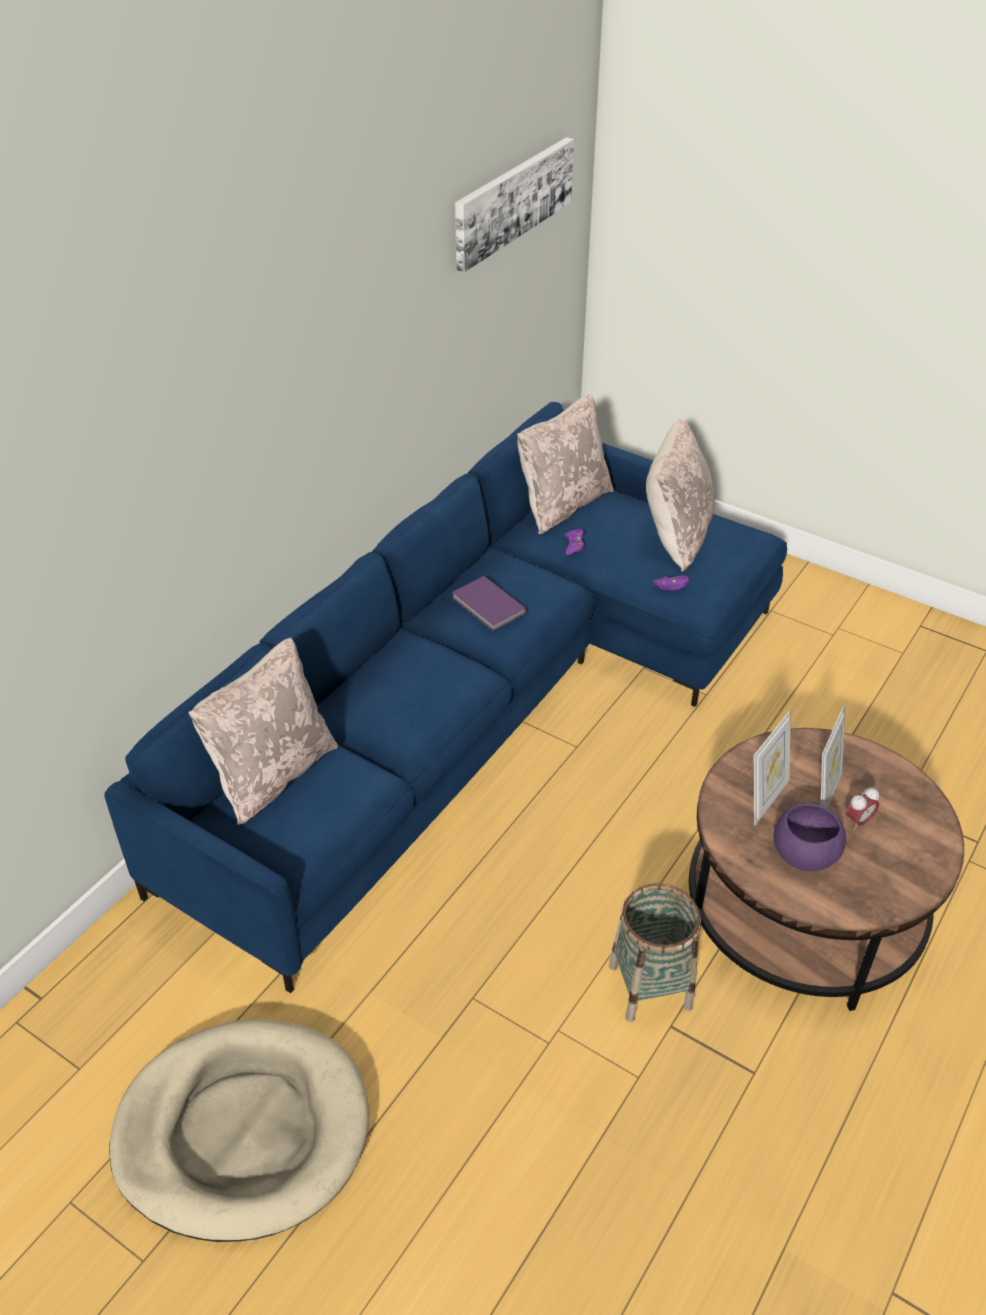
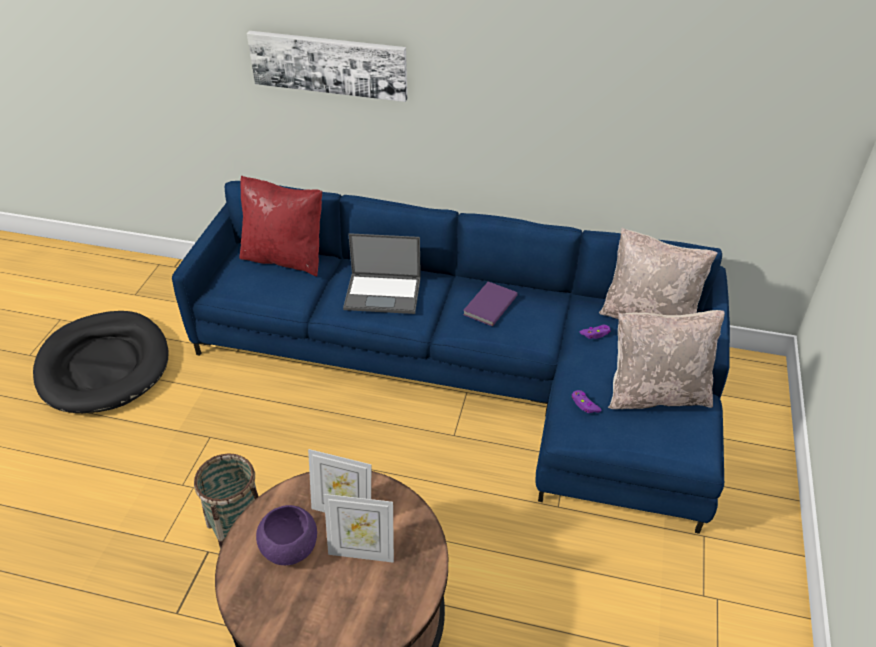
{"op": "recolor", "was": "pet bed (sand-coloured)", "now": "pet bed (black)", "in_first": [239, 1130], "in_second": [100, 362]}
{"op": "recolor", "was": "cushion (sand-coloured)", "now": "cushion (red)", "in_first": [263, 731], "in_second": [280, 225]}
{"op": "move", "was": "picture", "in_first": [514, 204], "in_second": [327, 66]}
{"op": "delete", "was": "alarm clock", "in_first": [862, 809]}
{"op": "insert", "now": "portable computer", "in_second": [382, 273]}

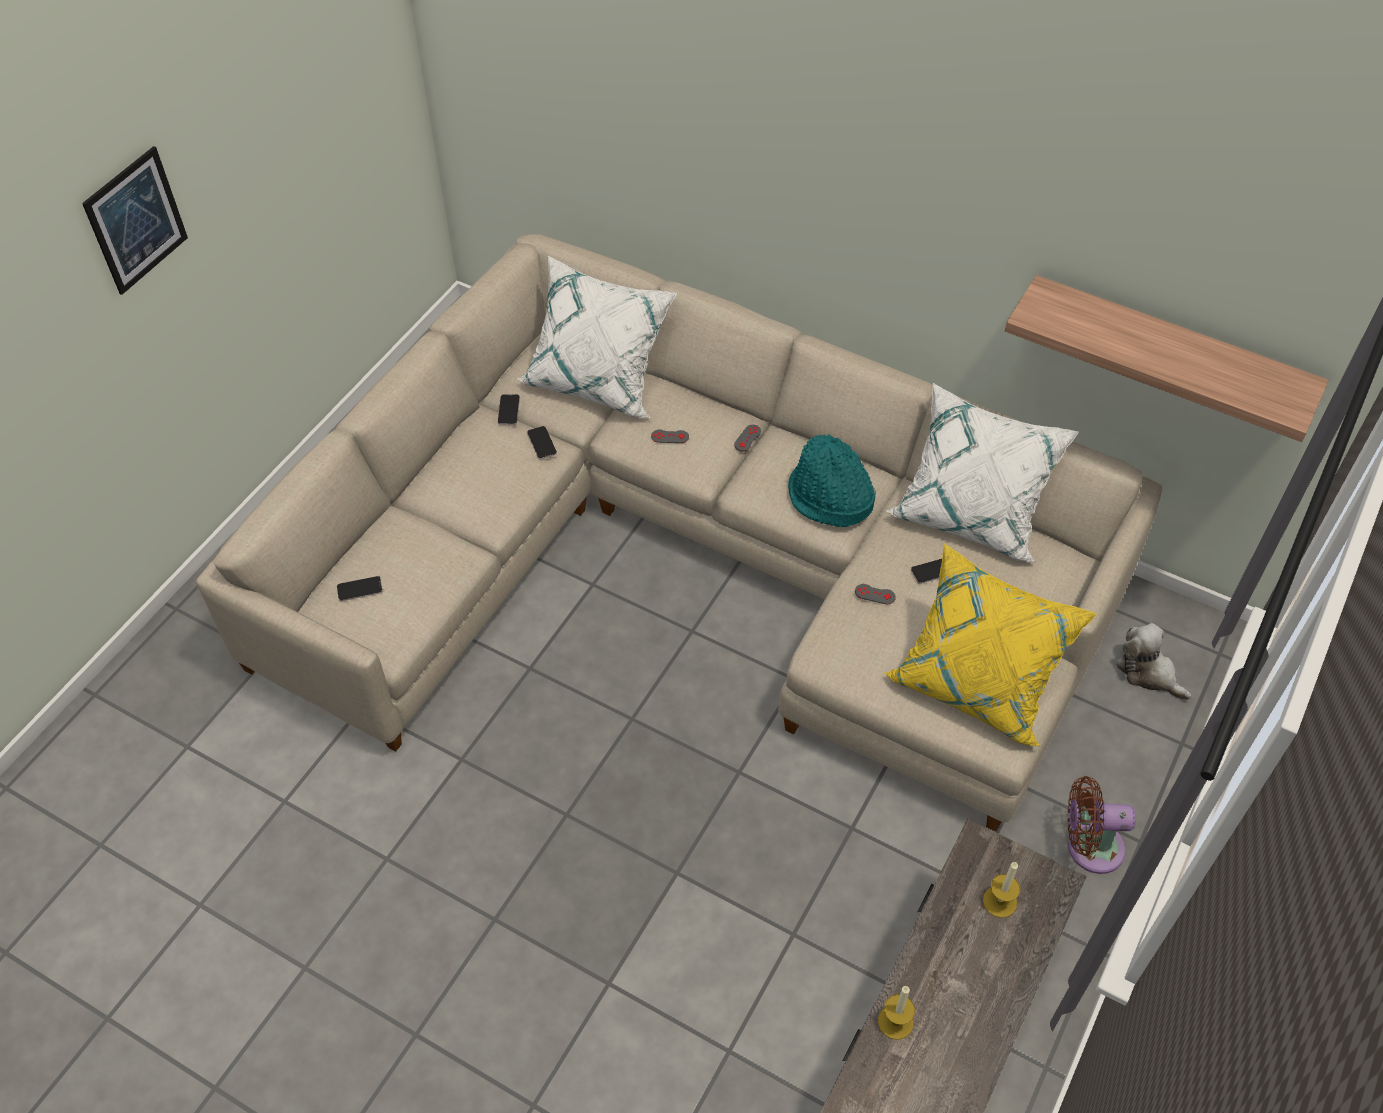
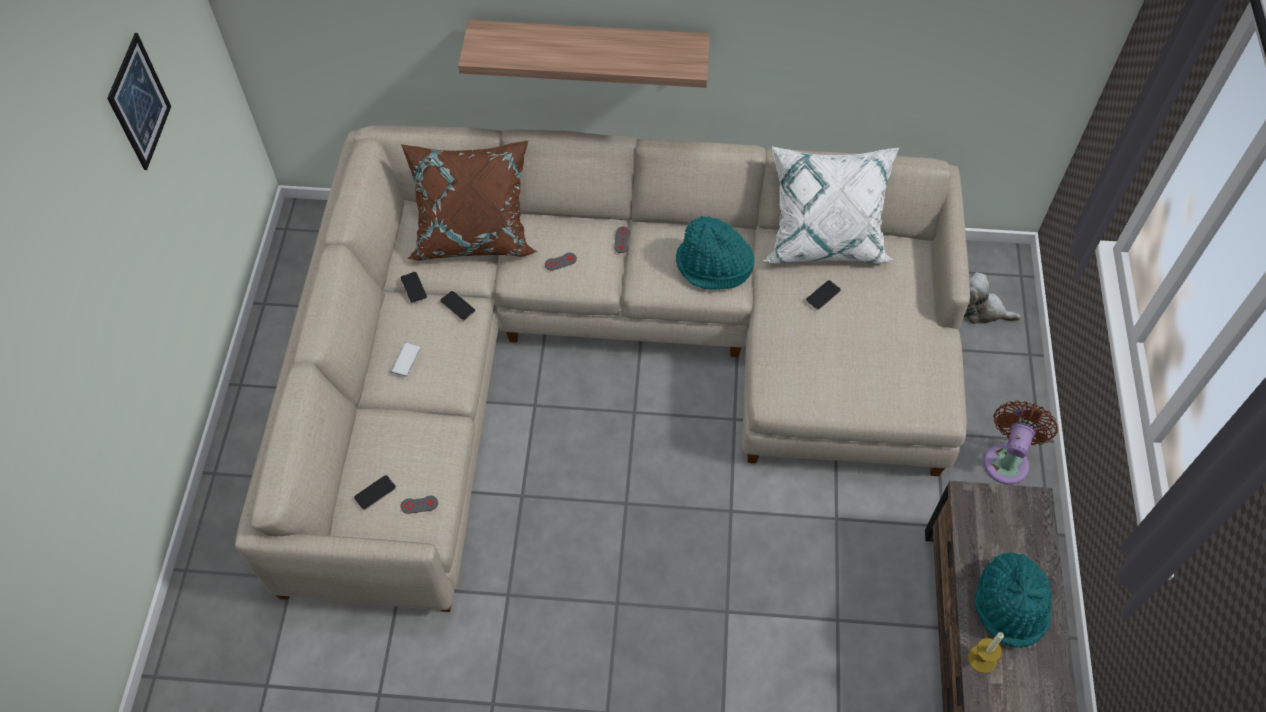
{"op": "move", "was": "picture", "in_first": [135, 220], "in_second": [139, 101]}
{"op": "recolor", "was": "cushion (white)", "now": "cushion (brownish)", "in_first": [597, 337], "in_second": [469, 201]}
{"op": "move", "was": "game controller (greyish)", "in_first": [875, 594], "in_second": [419, 505]}
{"op": "delete", "was": "cushion (yellow)", "in_first": [991, 645]}
{"op": "delete", "was": "candle", "in_first": [1001, 890]}
{"op": "move", "was": "wall shelf", "in_first": [1167, 358], "in_second": [584, 54]}
{"op": "rotate", "was": "cooling fan (brownish)", "in_first": [1102, 825], "in_second": [1020, 443], "clockwise": 135}
{"op": "insert", "now": "telephone", "in_second": [405, 359]}
{"op": "insert", "now": "wearable hat (turquoise)", "in_second": [1013, 600]}

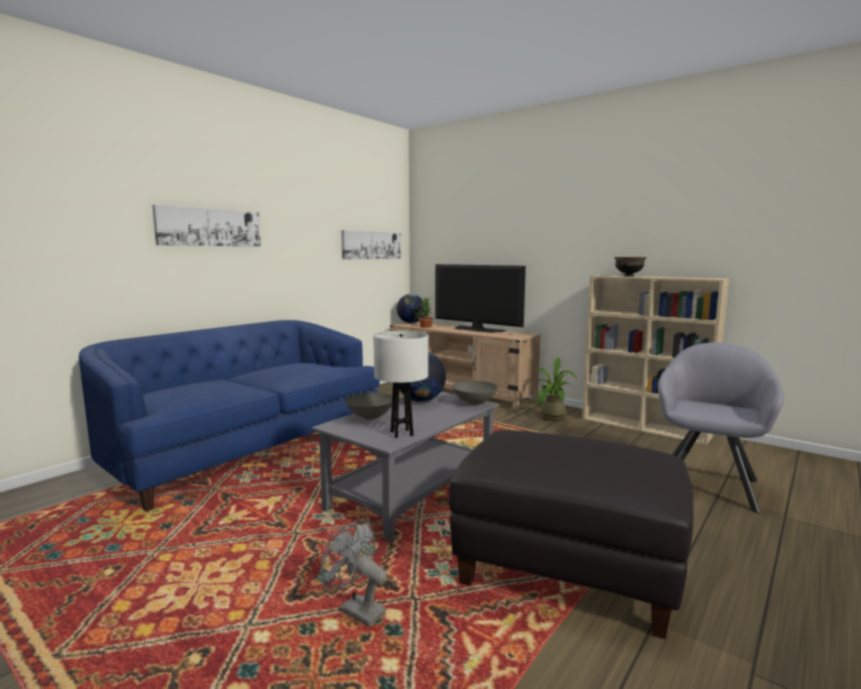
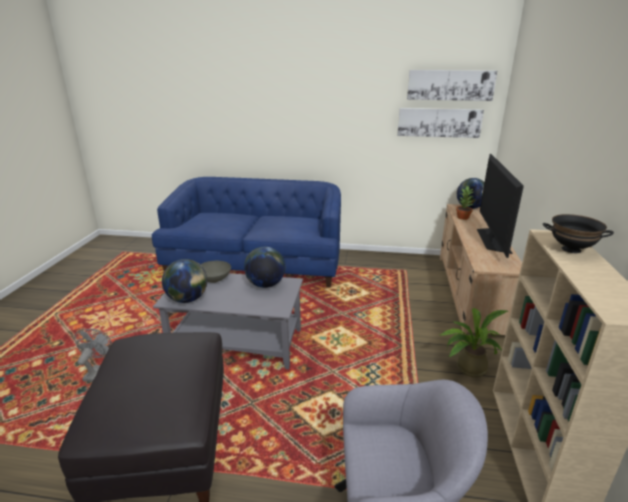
{"op": "move", "was": "picture", "in_first": [206, 225], "in_second": [452, 85]}
{"op": "replace", "was": "table lamp (white)", "now": "world globe", "in_first": [400, 384], "in_second": [184, 281]}
{"op": "delete", "was": "bowl (greyish)", "in_first": [475, 393]}

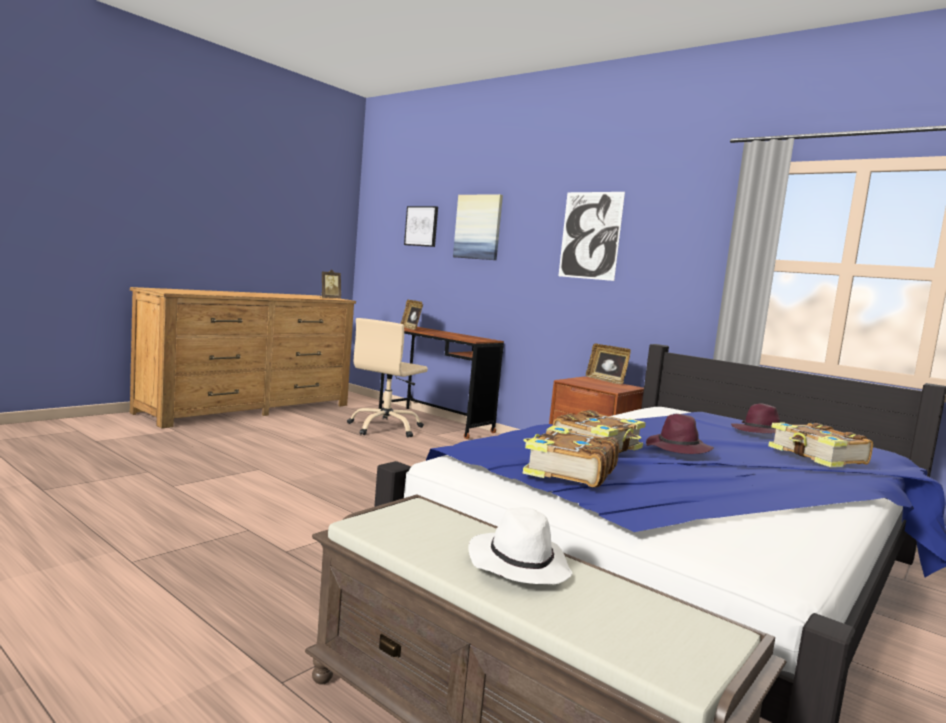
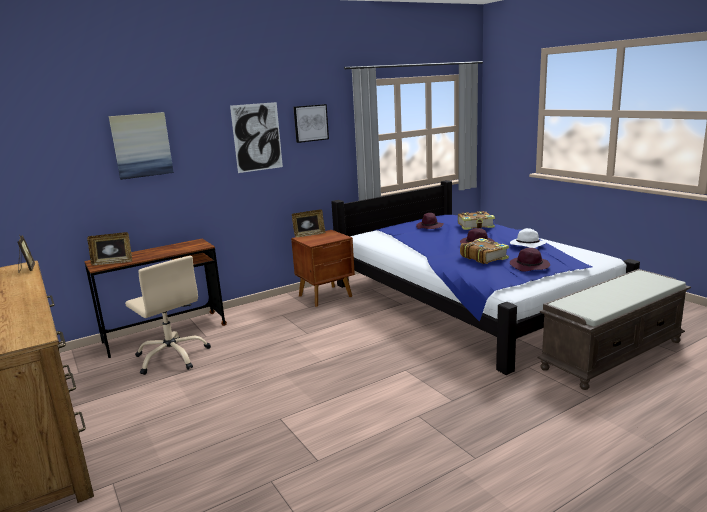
{"op": "move", "was": "picture", "in_first": [421, 226], "in_second": [311, 123]}
{"op": "move", "was": "wearable hat (white)", "in_first": [520, 545], "in_second": [528, 238]}
{"op": "replace", "was": "volume", "now": "wearable hat (purple)", "in_first": [571, 456], "in_second": [530, 259]}

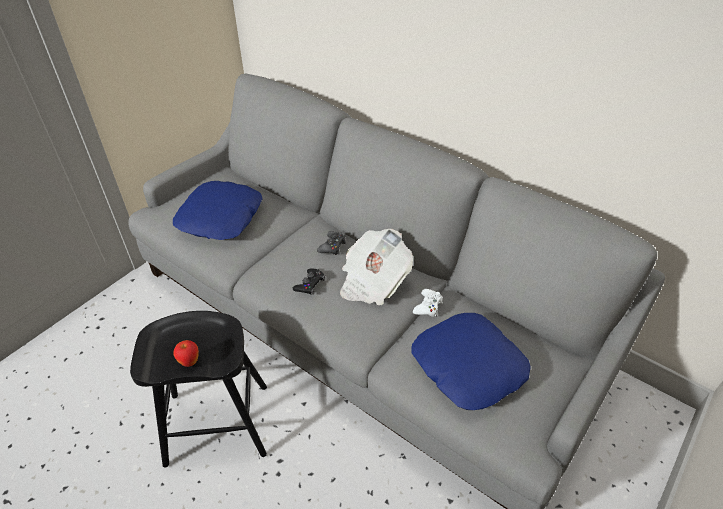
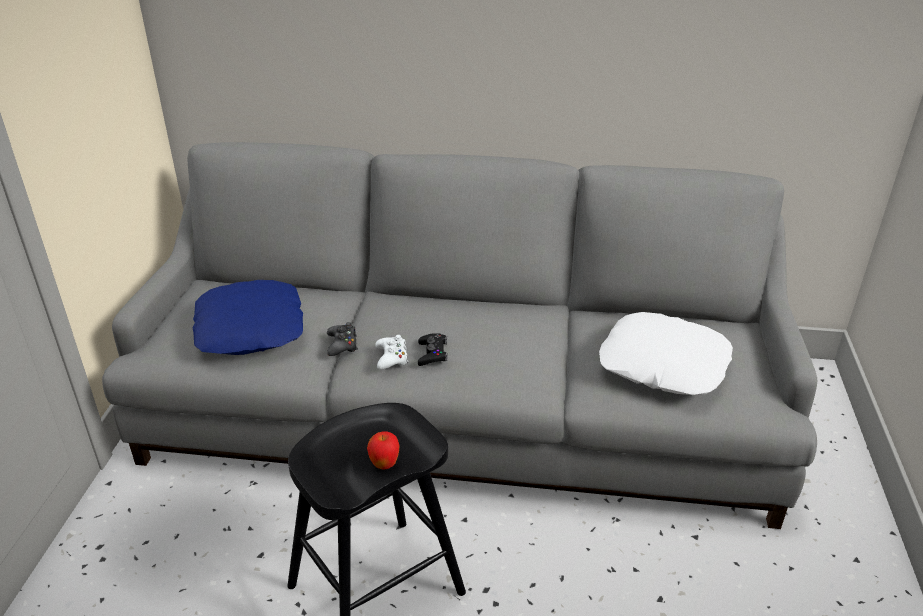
{"op": "move", "was": "game controller (black)", "in_first": [331, 243], "in_second": [342, 339]}
{"op": "delete", "was": "newspaper", "in_first": [376, 267]}
{"op": "recolor", "was": "cushion (bluish)", "now": "cushion (white)", "in_first": [471, 361], "in_second": [666, 354]}
{"op": "move", "was": "game controller (white)", "in_first": [428, 303], "in_second": [391, 352]}

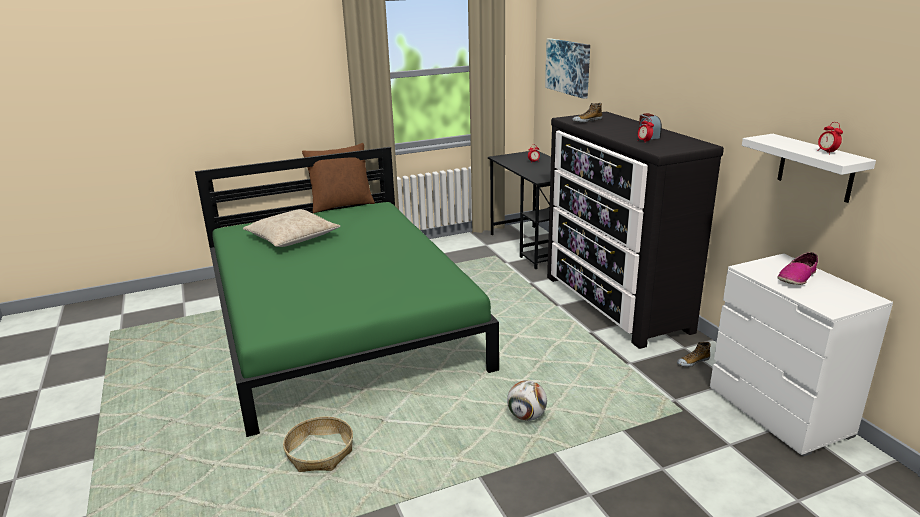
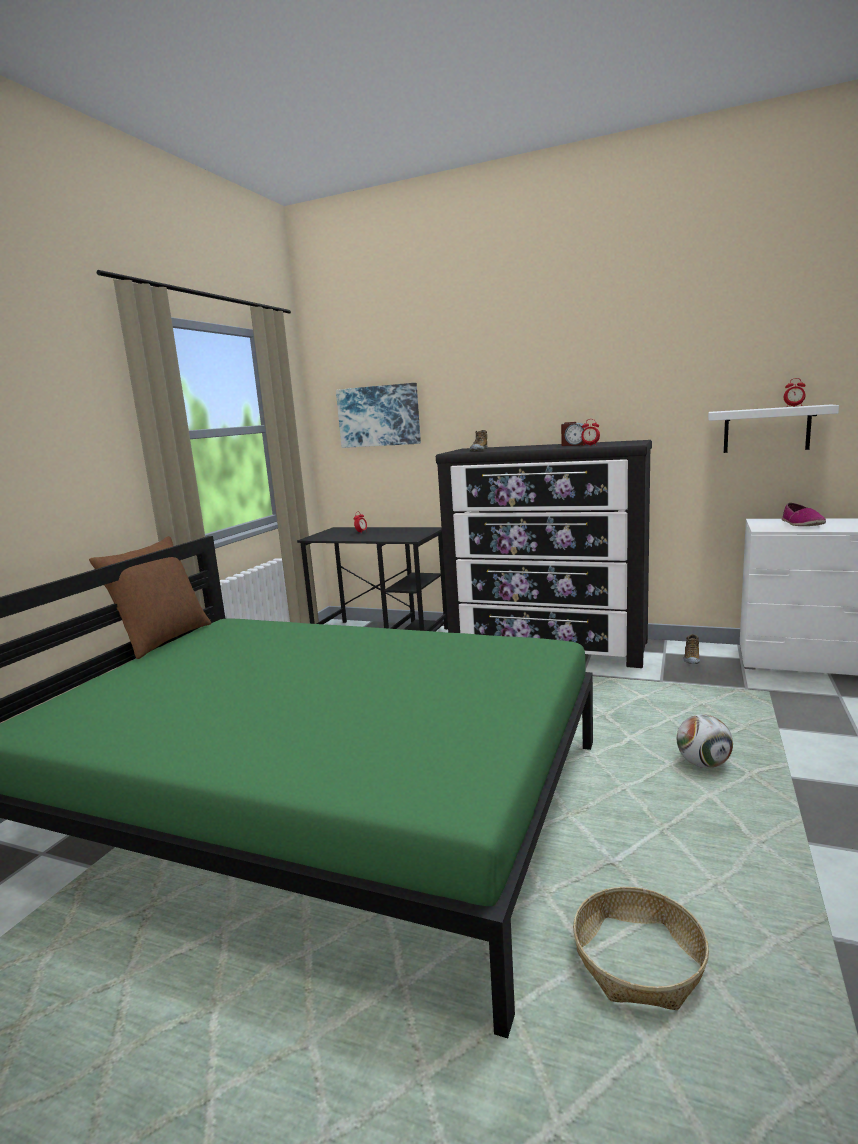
{"op": "delete", "was": "cushion (sand-coloured)", "in_first": [291, 228]}

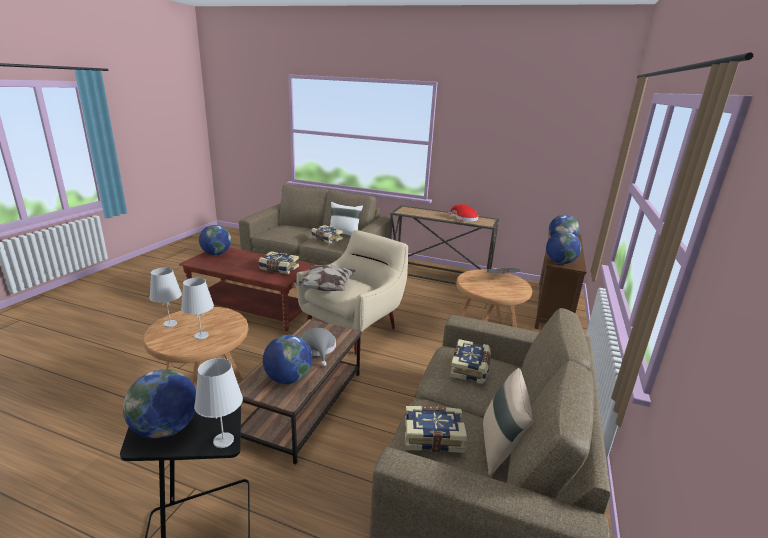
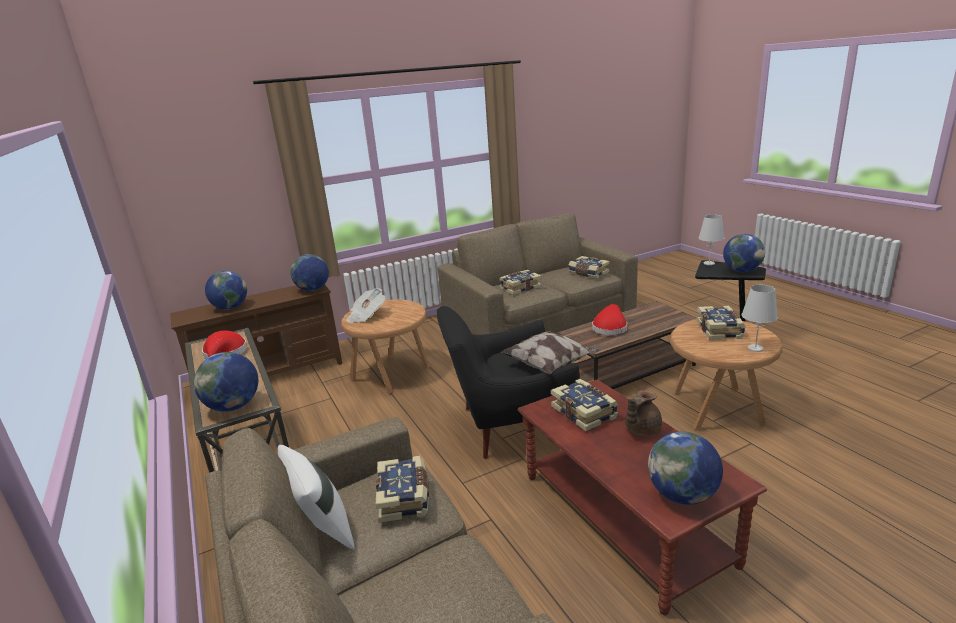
{"op": "replace", "was": "table lamp (white)", "now": "volume", "in_first": [197, 309], "in_second": [720, 323]}
{"op": "move", "was": "world globe", "in_first": [287, 359], "in_second": [226, 382]}
{"op": "recolor", "was": "lounge chair (sand-coloured)", "now": "lounge chair (black)", "in_first": [352, 292], "in_second": [508, 382]}
{"op": "recolor", "was": "wearable hat (greyish)", "now": "wearable hat (red)", "in_first": [319, 347], "in_second": [609, 319]}
{"op": "delete", "was": "cushion (sand-coloured)", "in_first": [508, 422]}
{"op": "insert", "now": "pot for tea (brownish)", "in_second": [643, 413]}

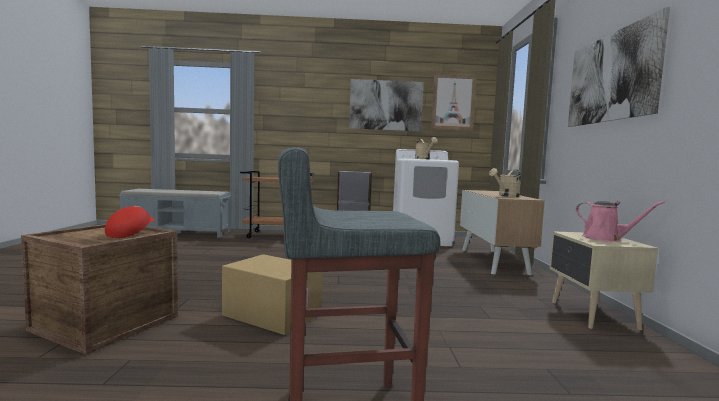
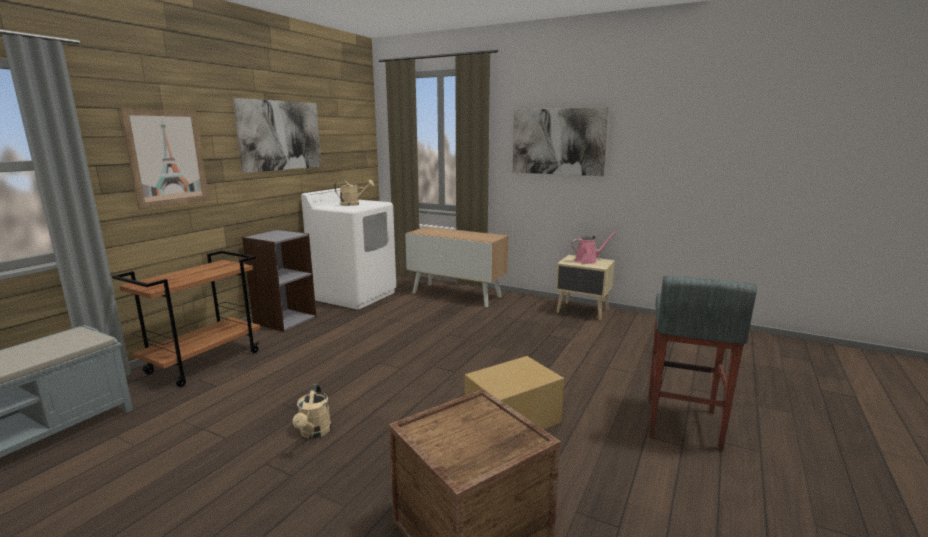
{"op": "delete", "was": "baseball cap (red)", "in_first": [129, 222]}
{"op": "move", "was": "picture", "in_first": [454, 102], "in_second": [164, 159]}
{"op": "move", "was": "watering can (sand-coloured)", "in_first": [505, 182], "in_second": [312, 411]}

